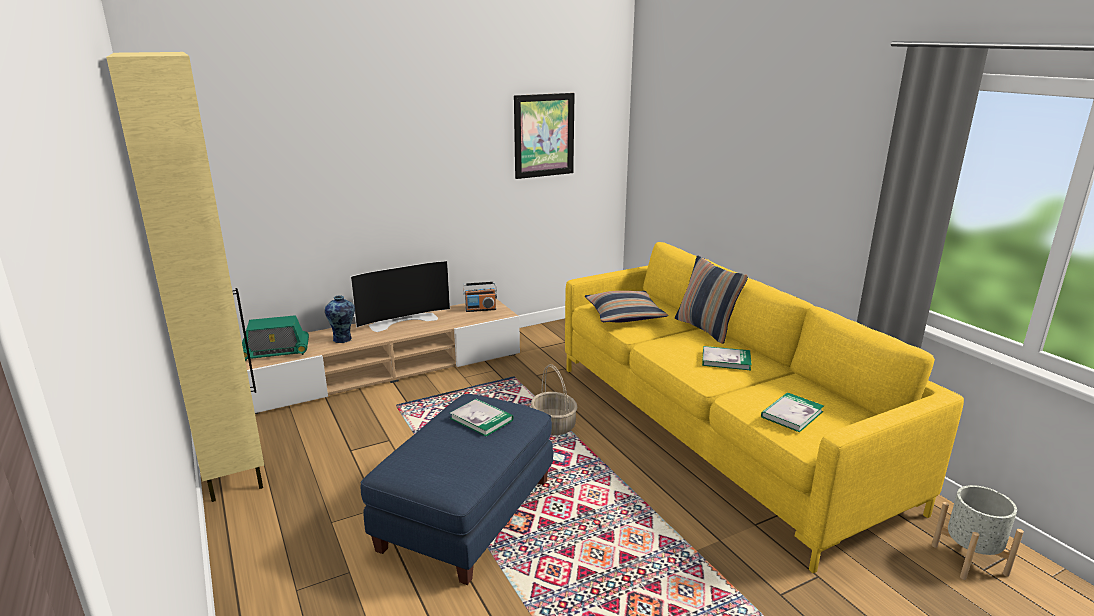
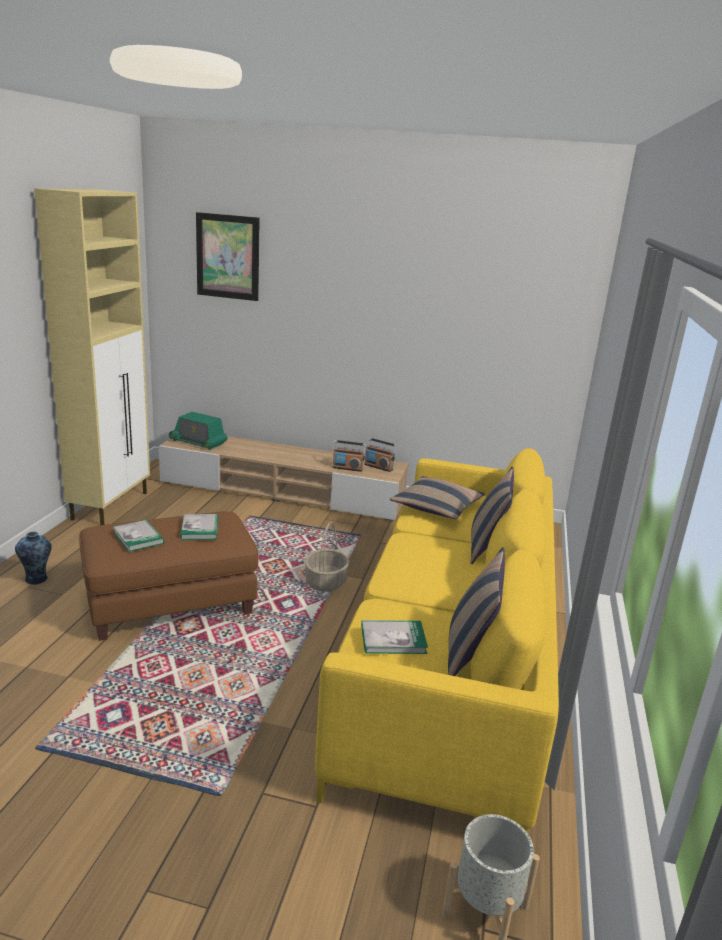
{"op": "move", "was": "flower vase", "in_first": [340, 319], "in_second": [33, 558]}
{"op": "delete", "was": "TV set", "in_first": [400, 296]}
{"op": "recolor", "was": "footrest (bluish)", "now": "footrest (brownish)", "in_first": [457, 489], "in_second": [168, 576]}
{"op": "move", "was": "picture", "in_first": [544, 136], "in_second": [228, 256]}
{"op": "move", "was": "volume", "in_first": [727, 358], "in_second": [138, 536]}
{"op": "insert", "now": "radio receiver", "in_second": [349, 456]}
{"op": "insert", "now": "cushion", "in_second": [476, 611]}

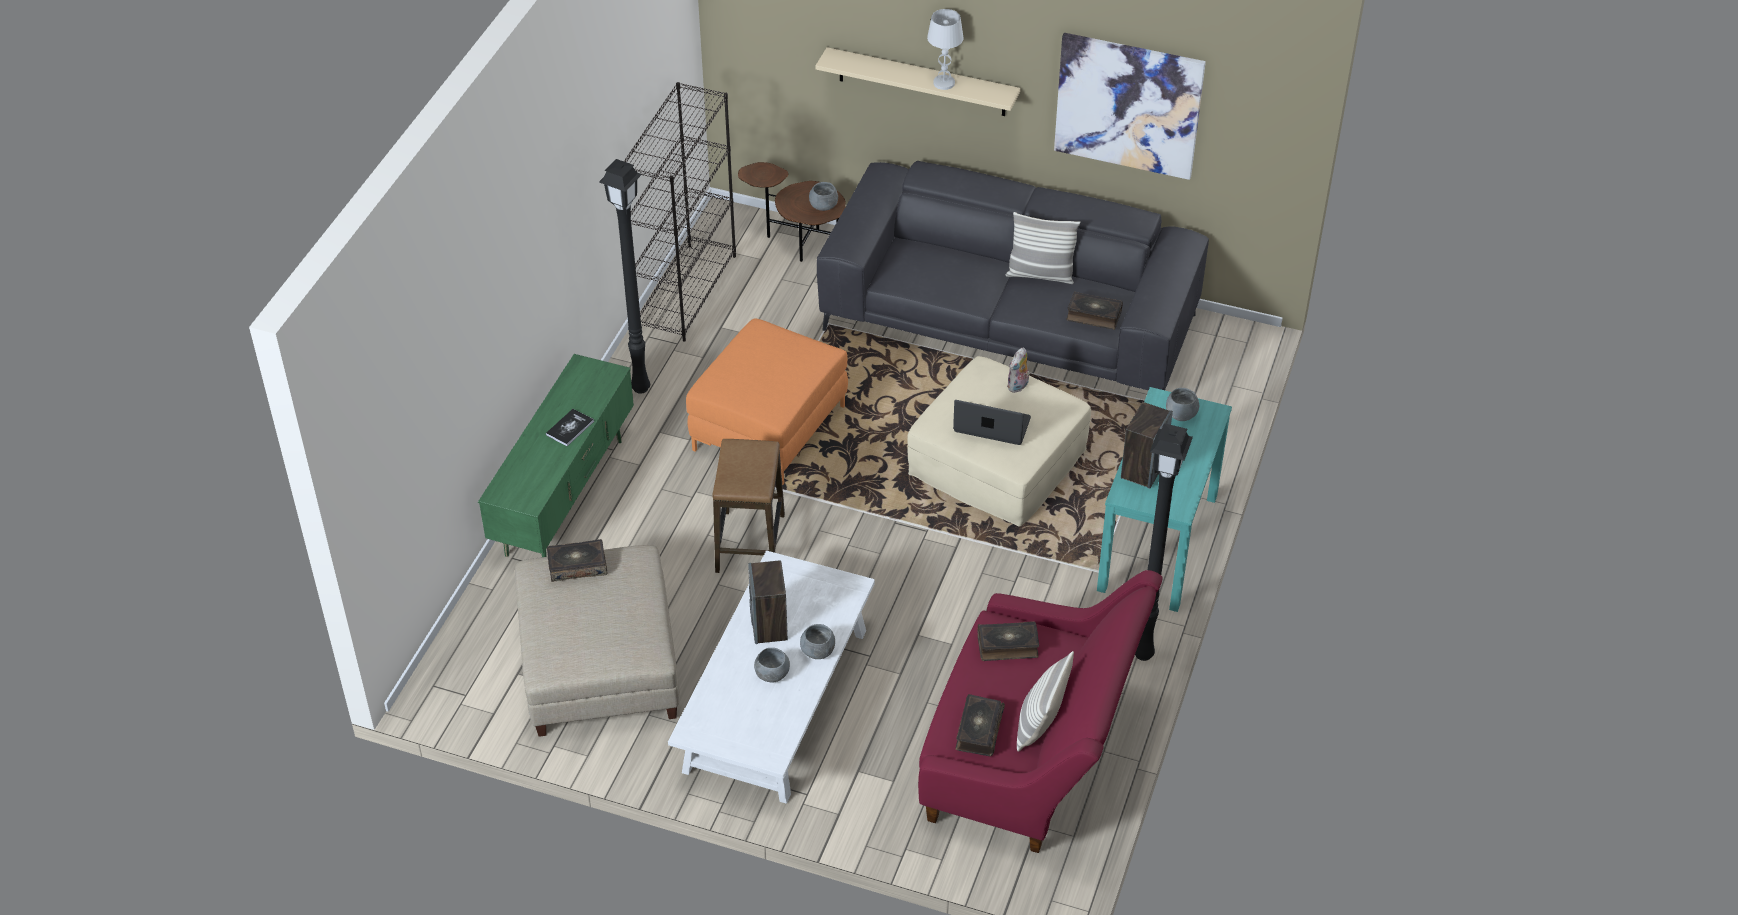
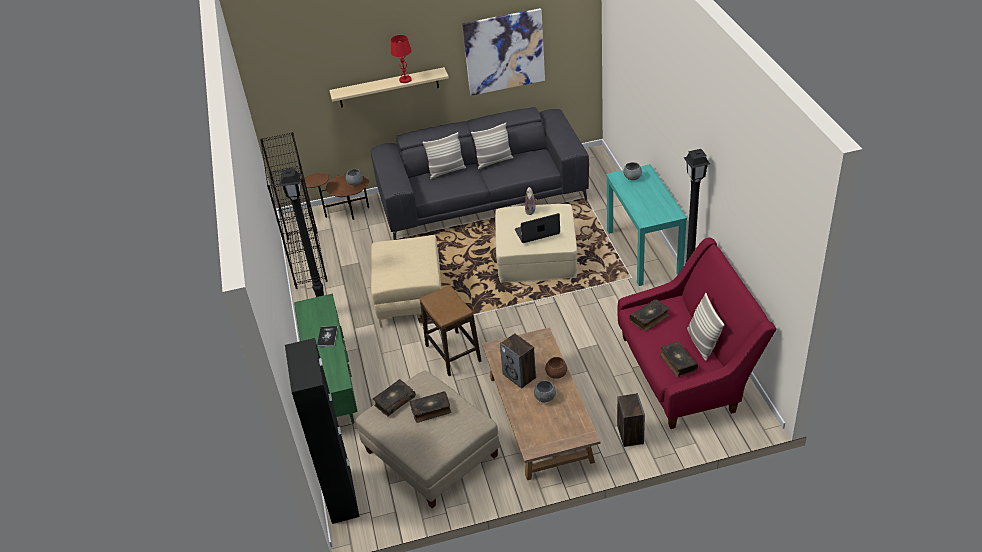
{"op": "recolor", "was": "lounge table (white)", "now": "lounge table (brownish)", "in_first": [771, 677], "in_second": [541, 403]}
{"op": "recolor", "was": "footrest (orange-coloured)", "now": "footrest (sand-coloured)", "in_first": [767, 402], "in_second": [406, 281]}
{"op": "recolor", "was": "bowl (greyish)", "now": "bowl (brownish)", "in_first": [817, 641], "in_second": [556, 368]}
{"op": "recolor", "was": "table lamp (white)", "now": "table lamp (red)", "in_first": [945, 49], "in_second": [401, 59]}
{"op": "move", "was": "volume", "in_first": [1095, 310], "in_second": [430, 407]}
{"op": "move", "was": "audio speaker", "in_first": [1147, 445], "in_second": [631, 420]}
{"op": "insert", "now": "storage cabinet (black)", "in_second": [322, 431]}
{"op": "insert", "now": "cushion", "in_second": [444, 155]}

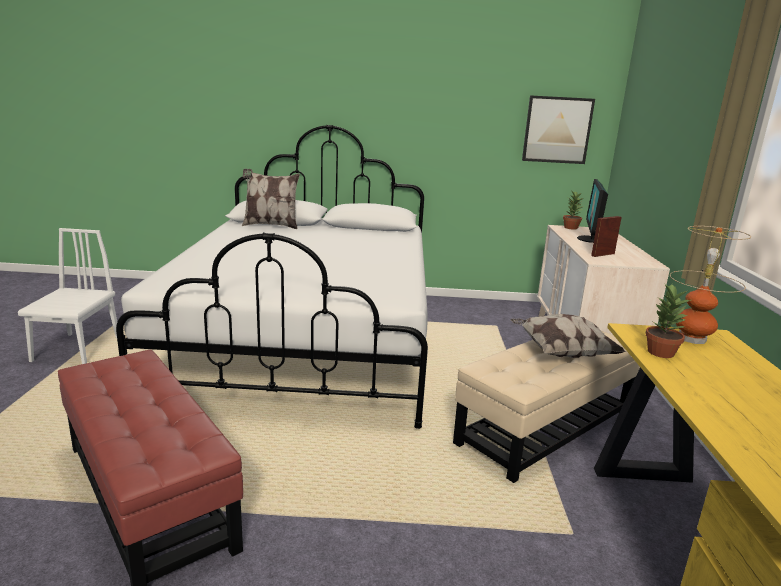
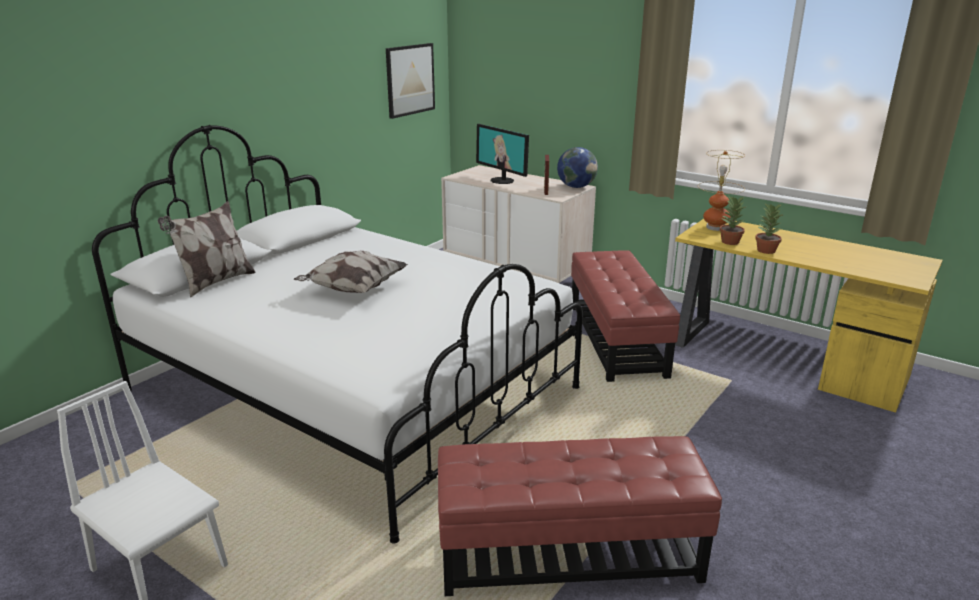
{"op": "recolor", "was": "footrest (sand-coloured)", "now": "footrest (red)", "in_first": [546, 407], "in_second": [625, 316]}
{"op": "move", "was": "cushion", "in_first": [568, 336], "in_second": [351, 272]}
{"op": "move", "was": "houseplant", "in_first": [573, 210], "in_second": [769, 229]}
{"op": "insert", "now": "world globe", "in_second": [577, 167]}

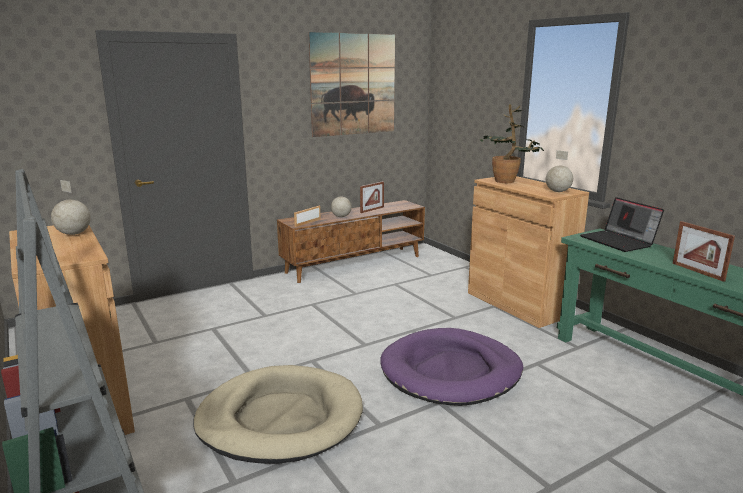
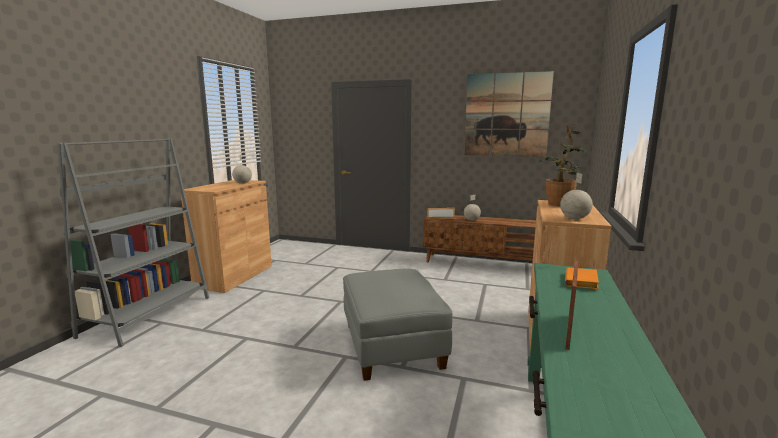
{"op": "delete", "was": "pet bed (sand-coloured)", "in_first": [278, 414]}
{"op": "delete", "was": "photo frame", "in_first": [372, 197]}
{"op": "replace", "was": "pet bed (purple)", "now": "footrest (greyish)", "in_first": [451, 367], "in_second": [397, 325]}
{"op": "replace", "was": "portable computer", "now": "volume (orange-coloured)", "in_first": [622, 224], "in_second": [582, 278]}

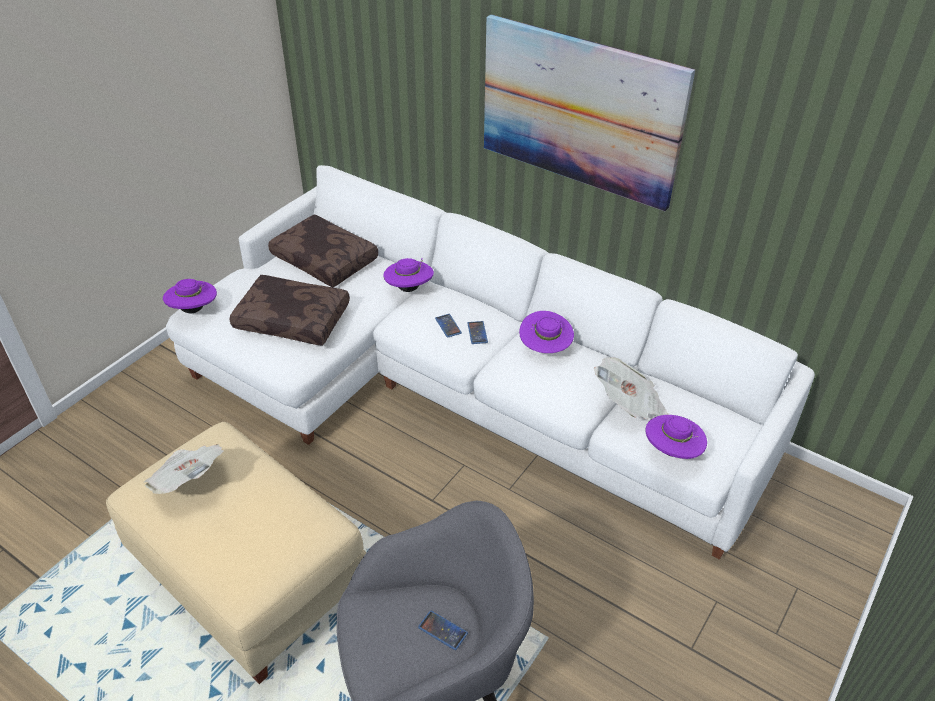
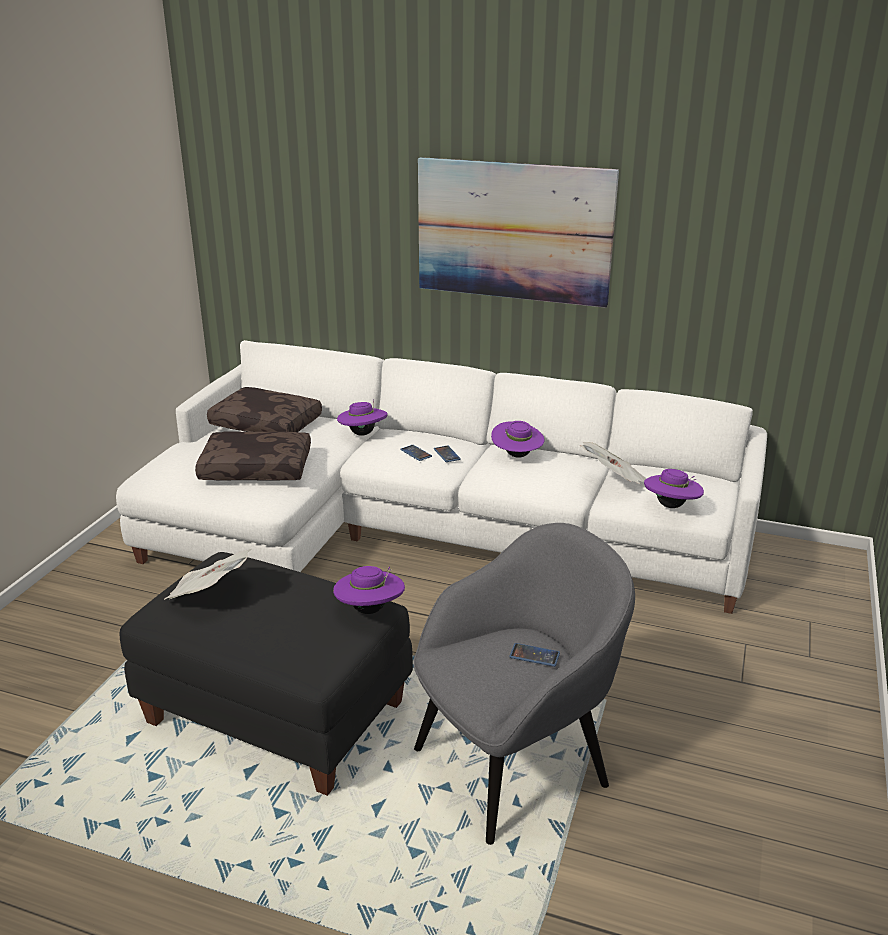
{"op": "recolor", "was": "footrest (sand-coloured)", "now": "footrest (black)", "in_first": [236, 553], "in_second": [266, 674]}
{"op": "move", "was": "wearable hat (purple)", "in_first": [190, 296], "in_second": [369, 590]}

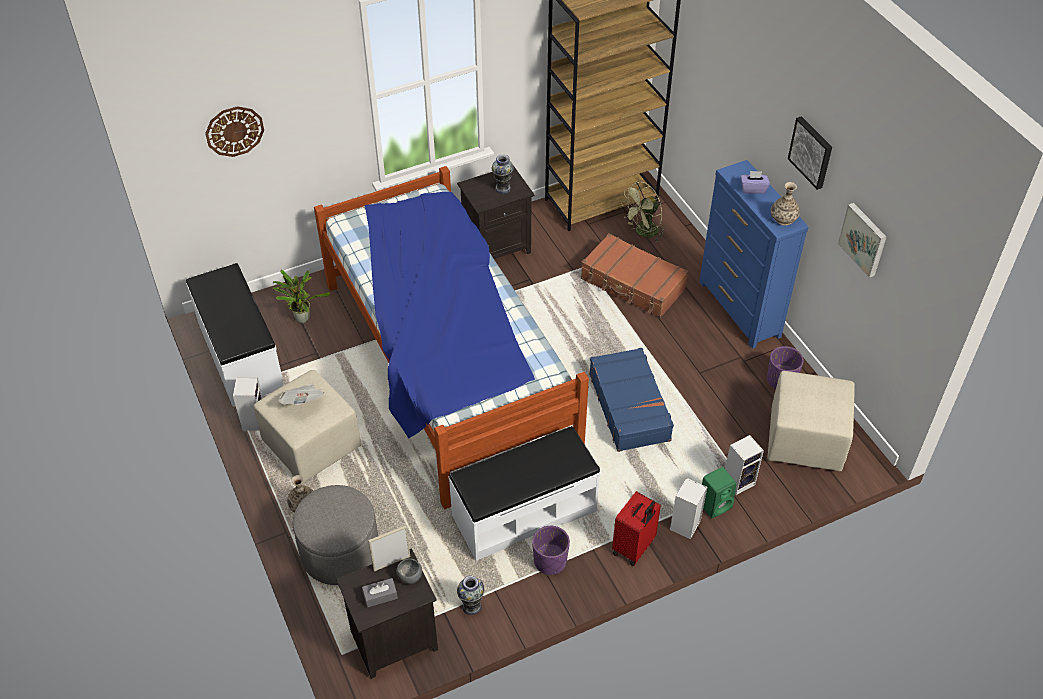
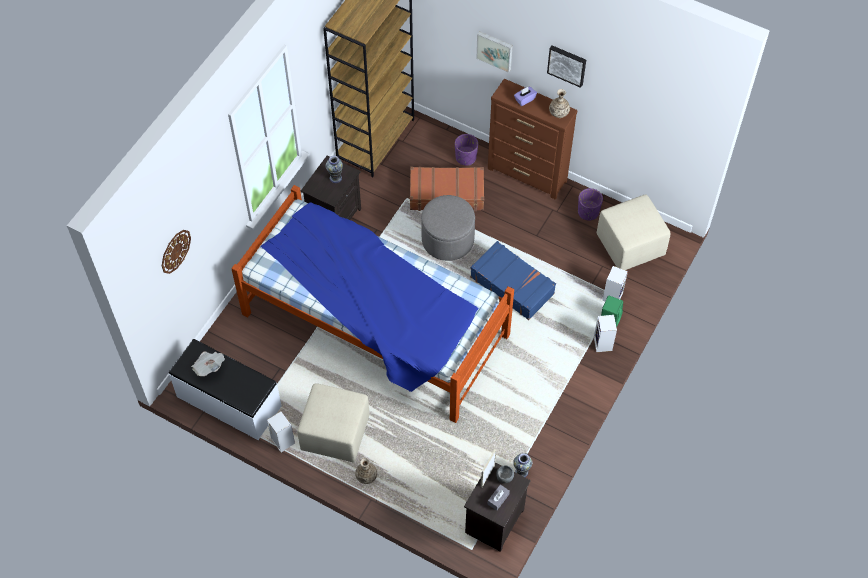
{"op": "delete", "was": "houseplant", "in_first": [301, 296]}
{"op": "move", "was": "newspaper", "in_first": [301, 394], "in_second": [208, 363]}
{"op": "move", "was": "footrest (greyish)", "in_first": [335, 535], "in_second": [448, 228]}
{"op": "delete", "was": "long seat (white)", "in_first": [525, 493]}
{"op": "move", "was": "planter (purple)", "in_first": [551, 550], "in_second": [466, 150]}
{"op": "delete", "was": "piece of luggage (red)", "in_first": [636, 528]}
{"op": "delete", "was": "cooling fan (green)", "in_first": [643, 211]}
{"op": "recolor", "was": "dresser (bluish)", "now": "dresser (brownish)", "in_first": [754, 254], "in_second": [532, 139]}
{"op": "move", "was": "picture", "in_first": [862, 240], "in_second": [494, 52]}

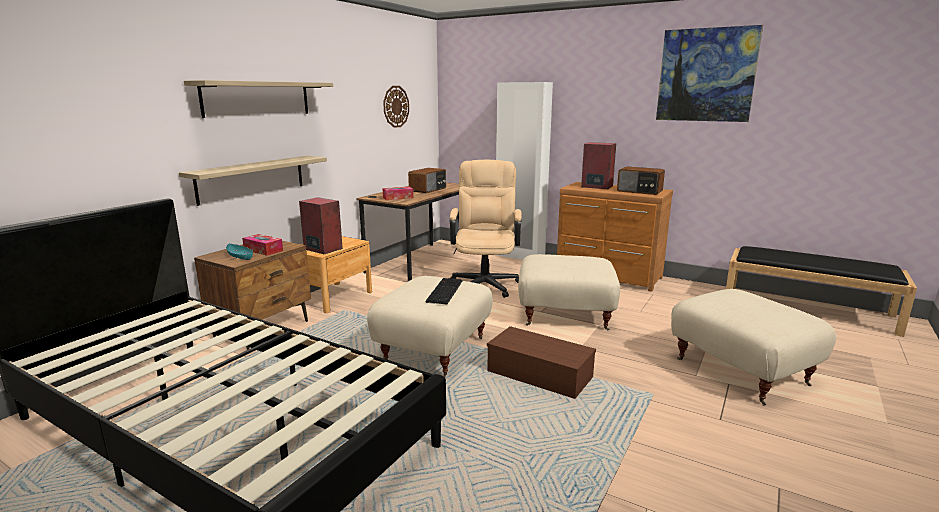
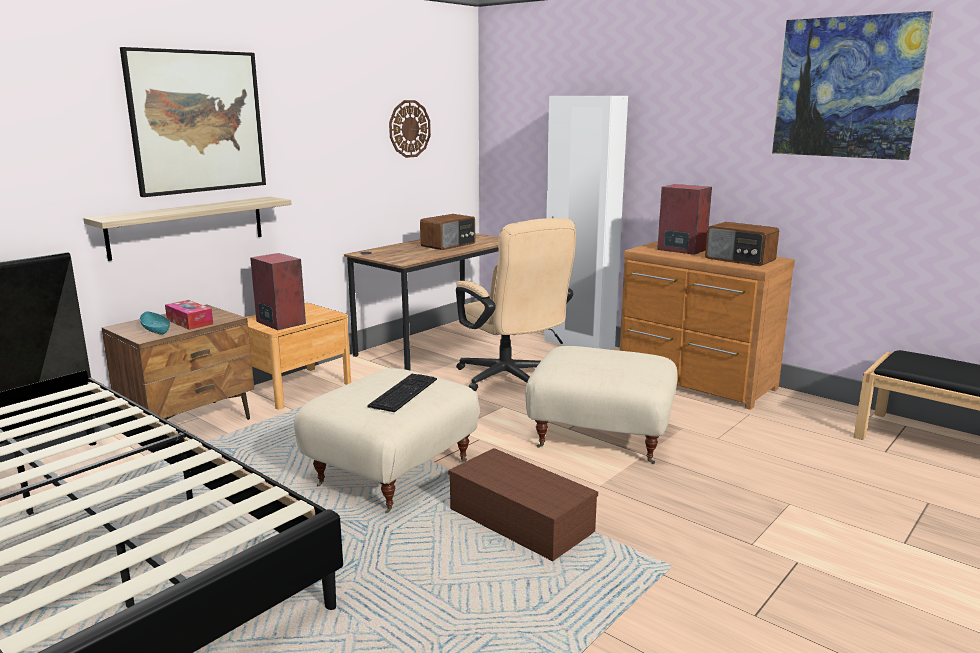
{"op": "replace", "was": "wall shelf", "now": "picture", "in_first": [258, 99], "in_second": [193, 122]}
{"op": "delete", "was": "tissue box", "in_first": [397, 193]}
{"op": "rotate", "was": "computer chair (sand-coloured)", "in_first": [486, 229], "in_second": [516, 304], "clockwise": 135}
{"op": "delete", "was": "footrest (sand-coloured)", "in_first": [753, 347]}

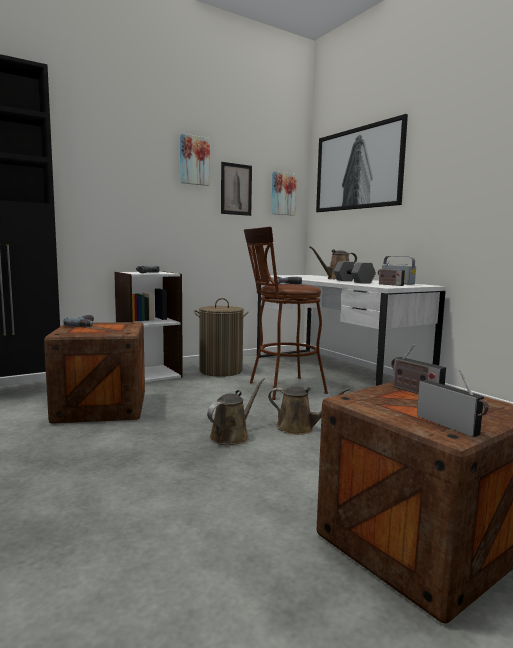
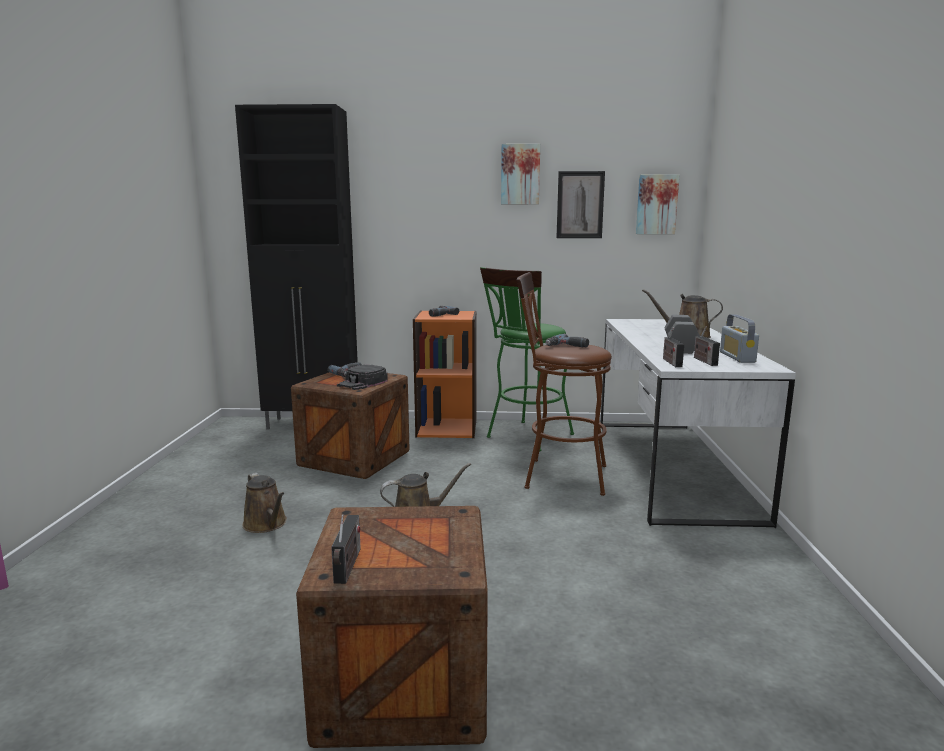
{"op": "recolor", "was": "bookshelf (white)", "now": "bookshelf (orange-coloured)", "in_first": [148, 326], "in_second": [445, 374]}
{"op": "replace", "was": "hamper", "now": "stool seat (green)", "in_first": [221, 337], "in_second": [527, 359]}
{"op": "move", "was": "watering can (brownish)", "in_first": [309, 410], "in_second": [264, 503]}
{"op": "delete", "was": "picture", "in_first": [362, 163]}
{"op": "move", "was": "radio receiver", "in_first": [418, 369], "in_second": [673, 347]}
{"op": "insert", "now": "baseball cap (black)", "in_second": [362, 377]}

